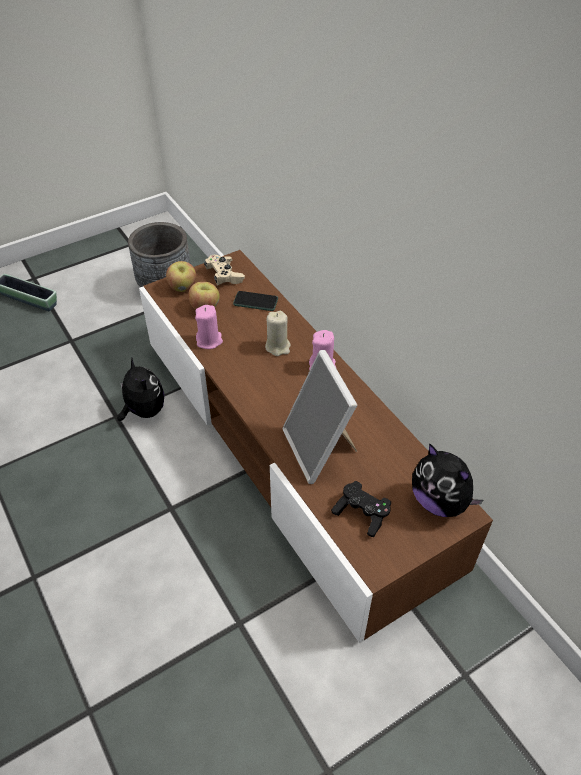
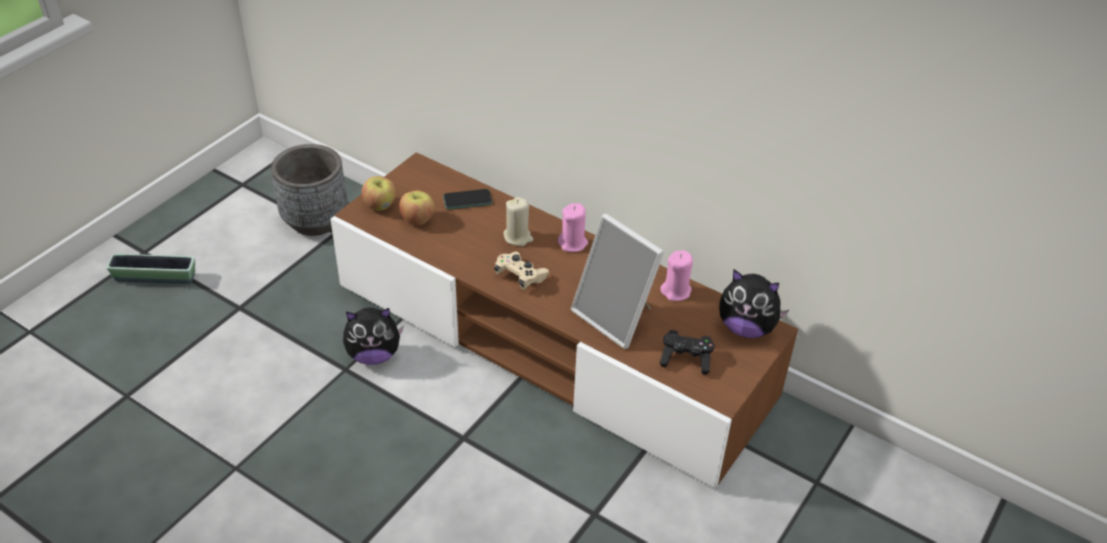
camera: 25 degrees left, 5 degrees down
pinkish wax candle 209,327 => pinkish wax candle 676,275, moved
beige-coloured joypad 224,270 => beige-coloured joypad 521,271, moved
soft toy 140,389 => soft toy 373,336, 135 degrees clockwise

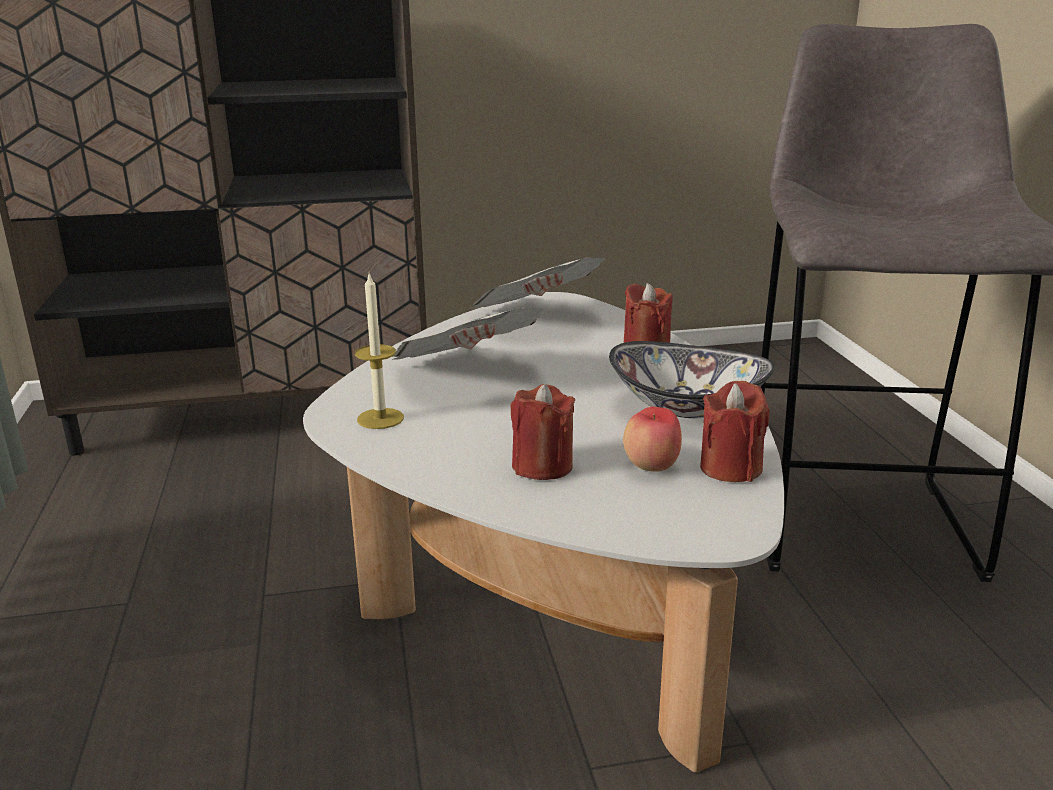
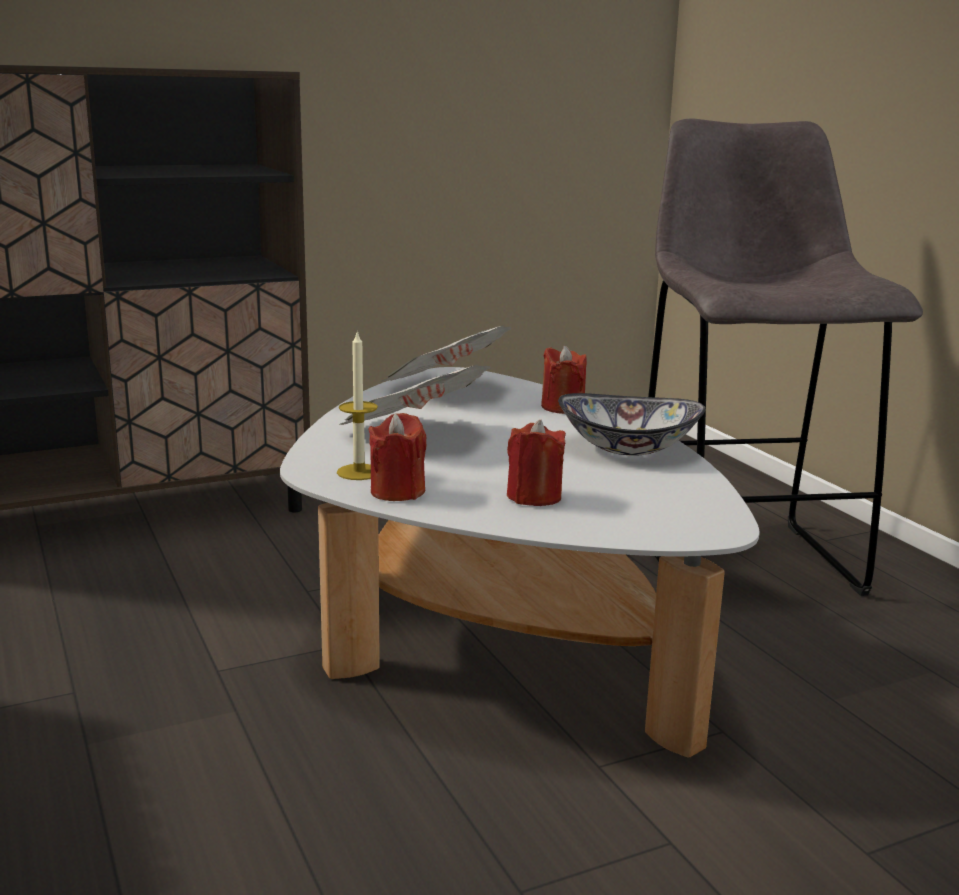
camera: 15 degrees left, 5 degrees down
whole apple 652,439 => nothing
red-coloured wax candle 735,431 => red-coloured wax candle 397,457, moved

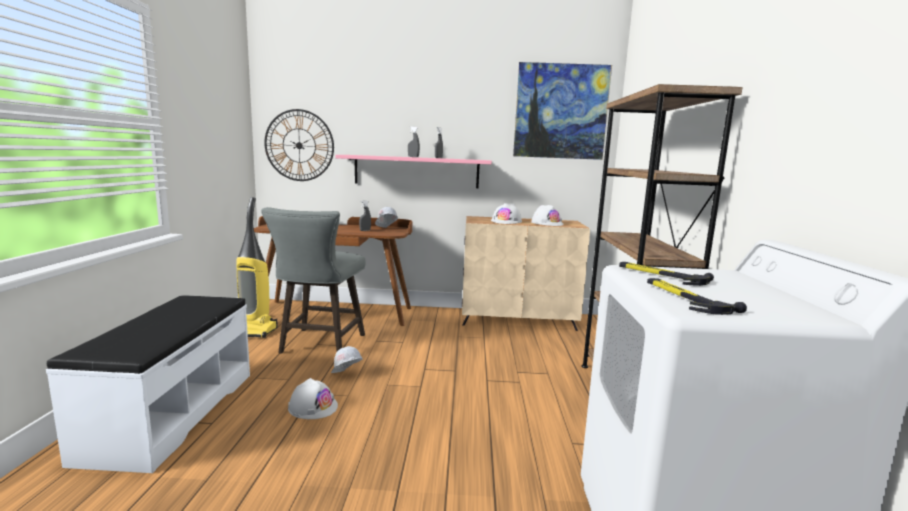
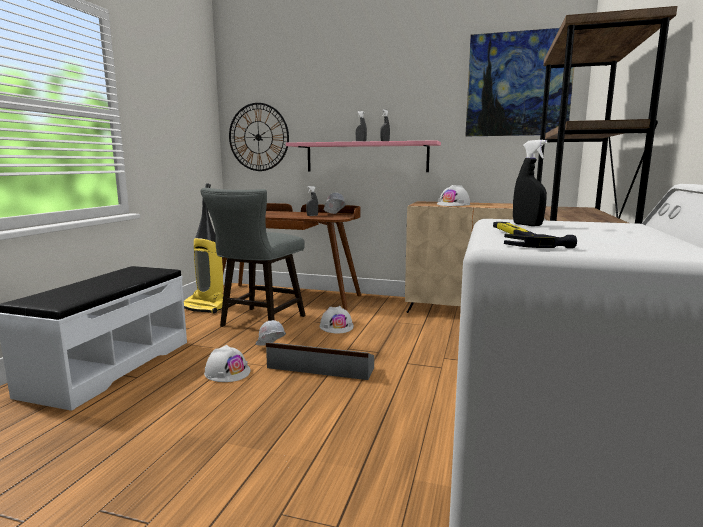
camera: 15 degrees right, 0 degrees up
nothing => grey storage container 320,361
whitish work helmet 547,215 => whitish work helmet 337,320, moved
hand hammer 666,274 => blackish hand sprayer 530,183

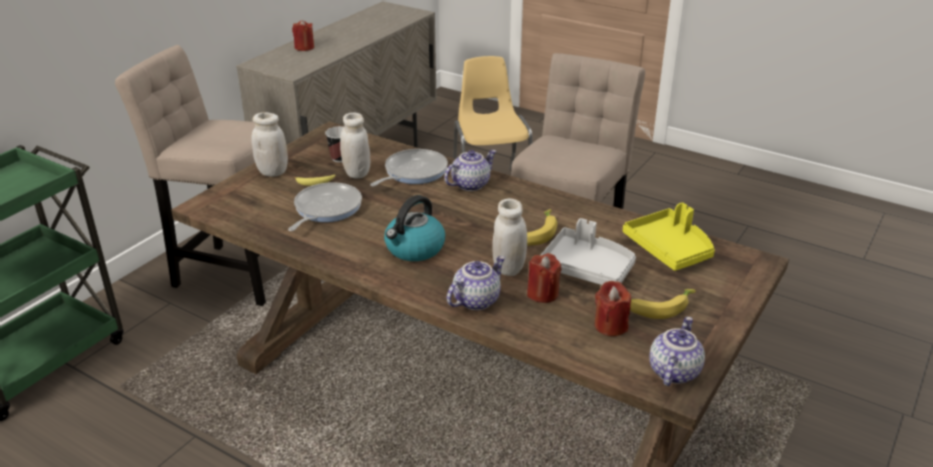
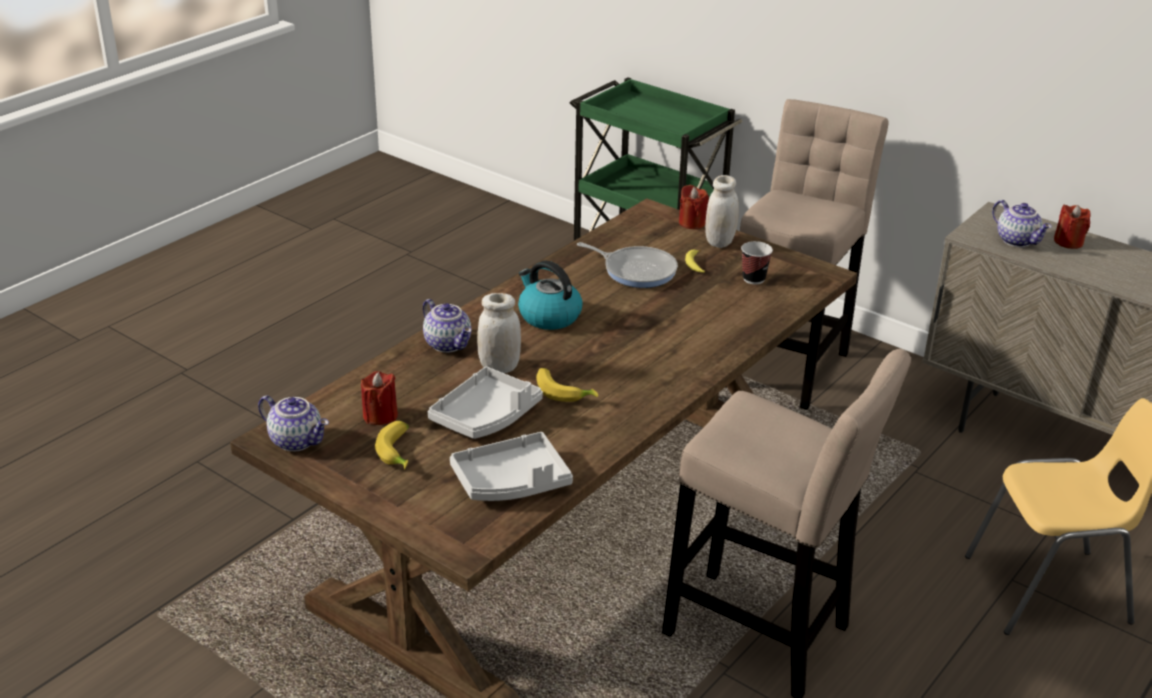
camera: 95 degrees right, 0 degrees up
whitish jar 355,146 => nothing
pan 409,167 => nothing
tea pot 470,170 => tea pot 1022,223, moved
red-coloured wax candle 544,278 => red-coloured wax candle 694,207, moved
yellow serving tray 669,237 => grey serving tray 511,466

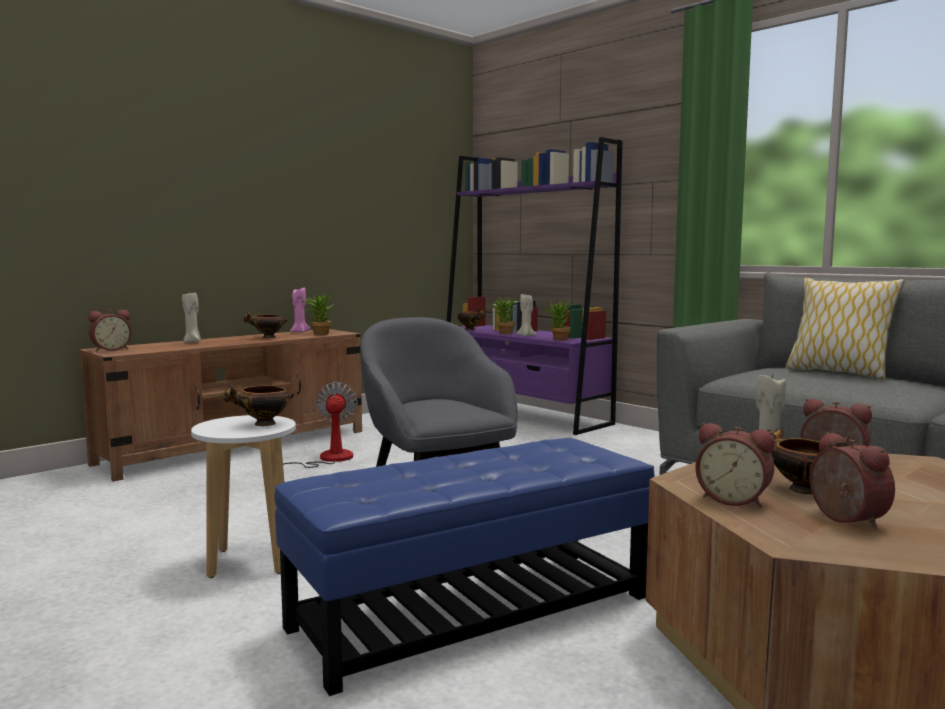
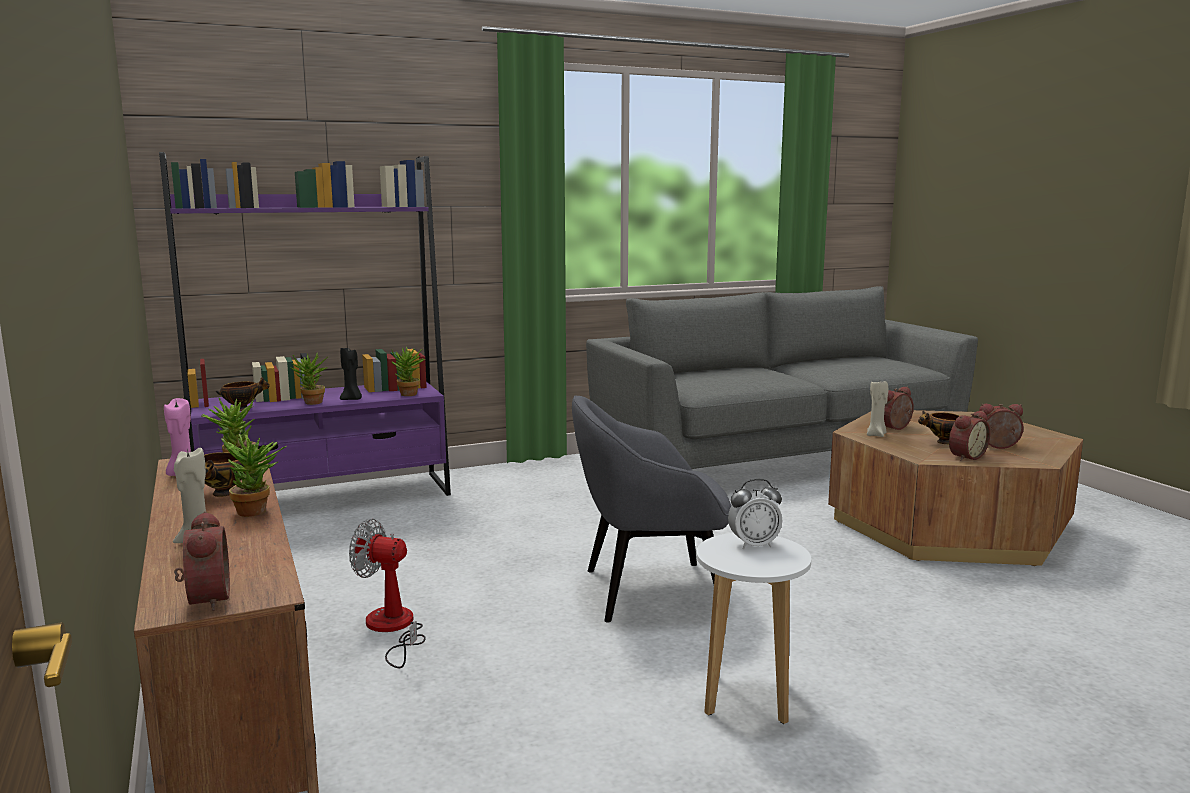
camera: 70 degrees left, 5 degrees up
bluish ottoman 464,567 => nothing
pillow 845,329 => nothing
nothing => houseplant 254,475
serving bowl 258,405 => table clock 755,514
beige-coloured wax candle 526,315 => blackish wax candle 351,373

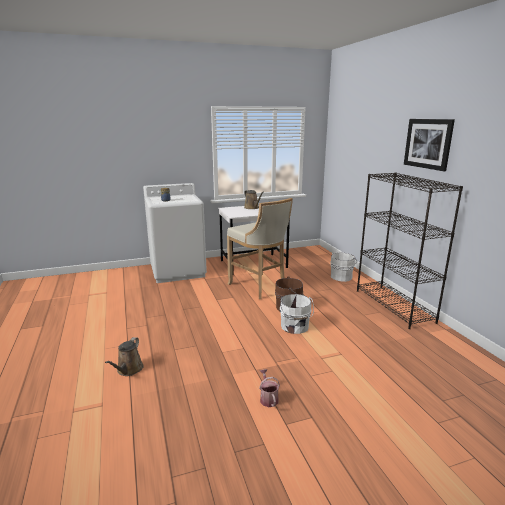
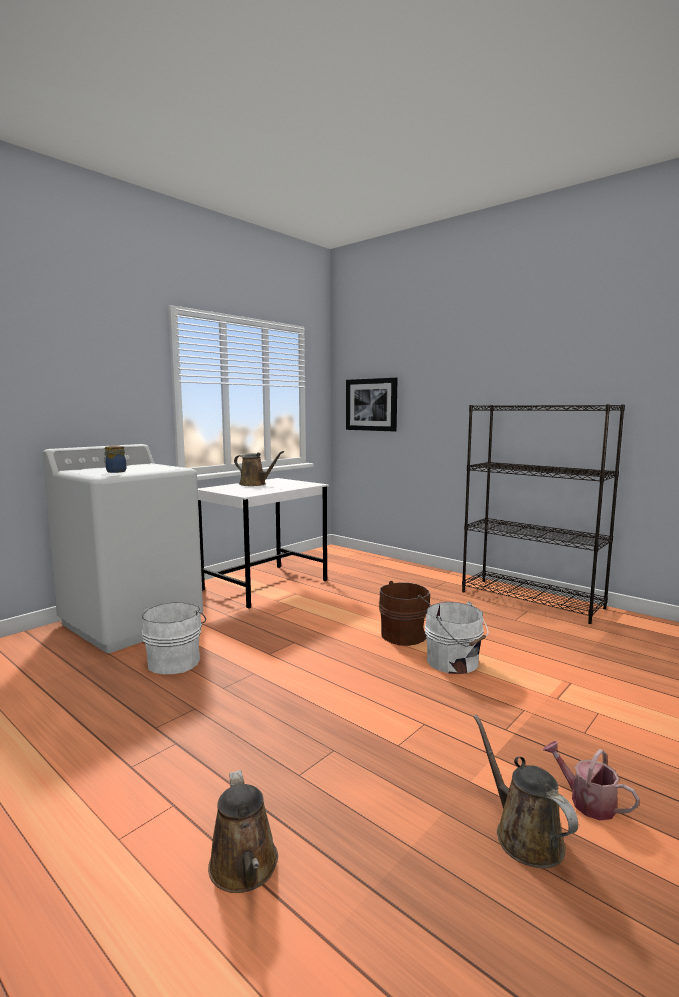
camera: 30 degrees left, 10 degrees down
beige-coloured stool seat 260,248 => nothing
nothing => brown-coloured sprinkling can 525,791
whitish water bucket 343,267 => whitish water bucket 174,638, moved
picture 429,145 => picture 371,404, moved

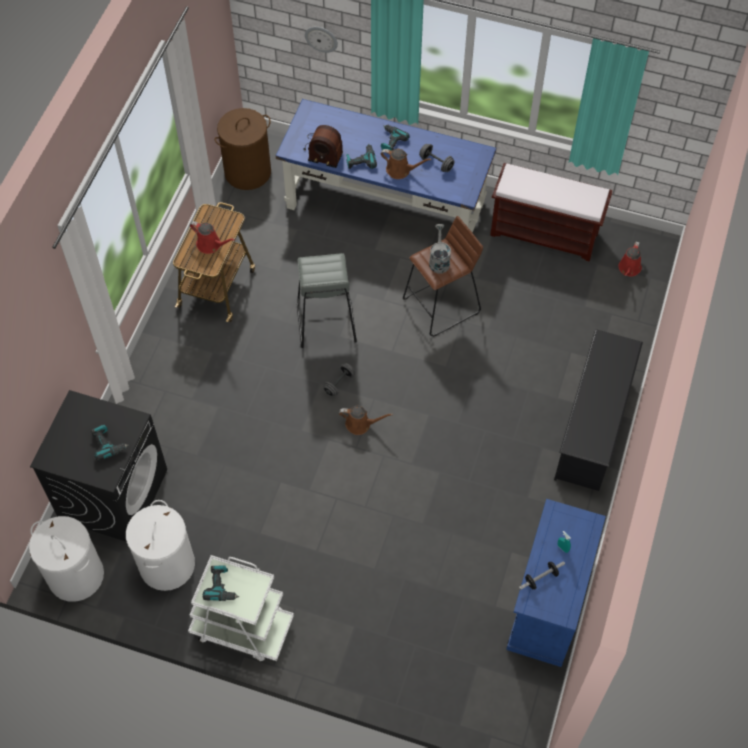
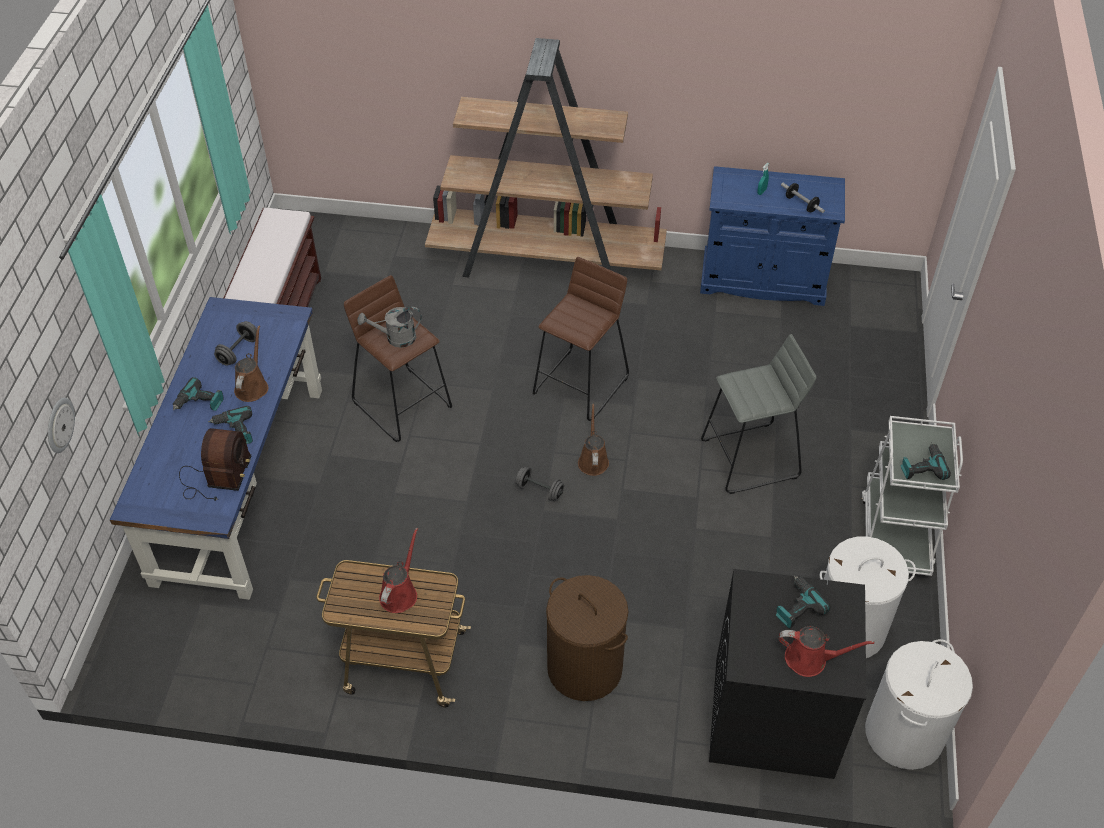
camera: 100 degrees left, 10 degrees down
nothing => brown-coloured stool seat 581,339
brown-coloured laundry basket 242,149 => brown-coloured laundry basket 587,638, moved
grey stool seat 327,300 => grey stool seat 758,414, moved
red-coloured sprinkling can 630,259 => red-coloured sprinkling can 826,651, moved
blackish shoe rack 598,410 => brown-coloured bookcase 546,157

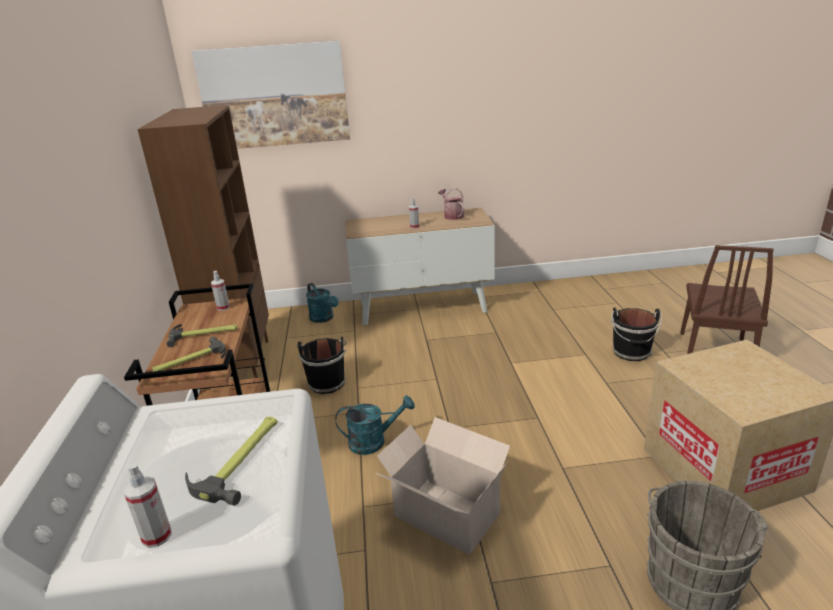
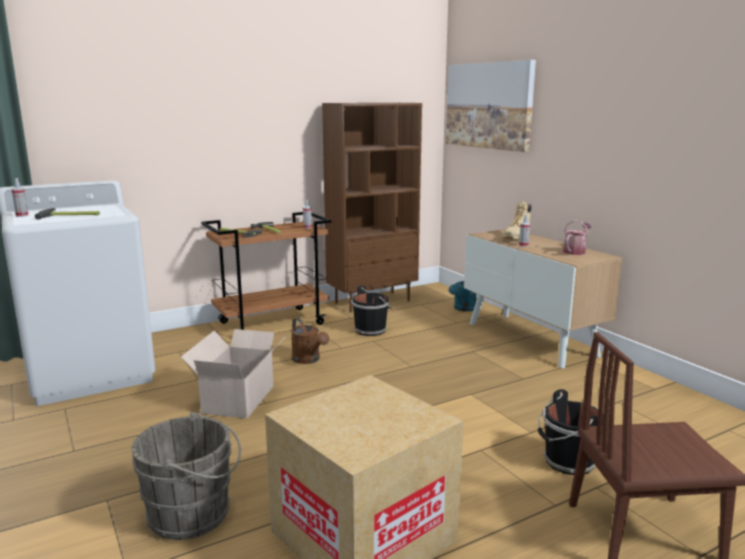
camera: 65 degrees right, 10 degrees down
nothing => beige-coloured high-top boot 516,220
turquoise sprinkling can 375,425 => brown-coloured sprinkling can 310,341

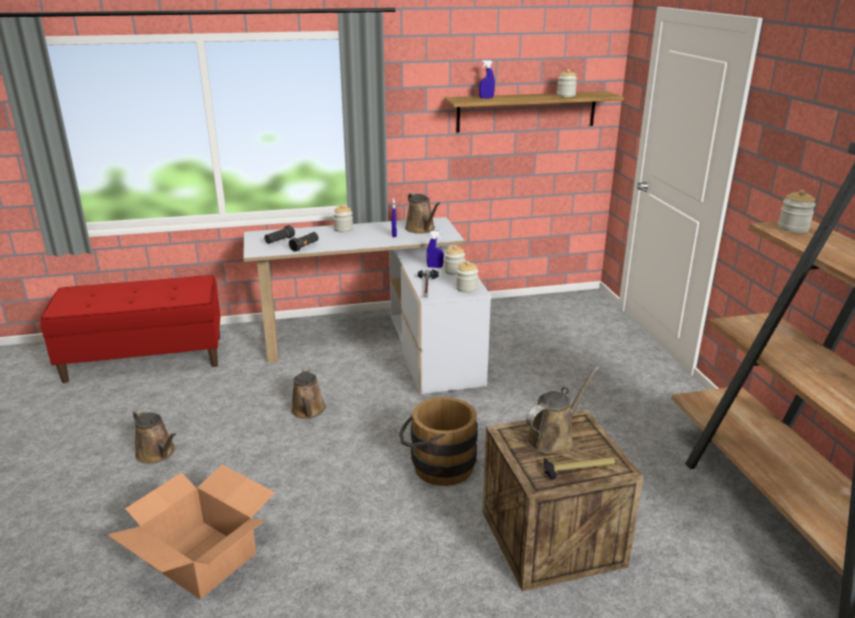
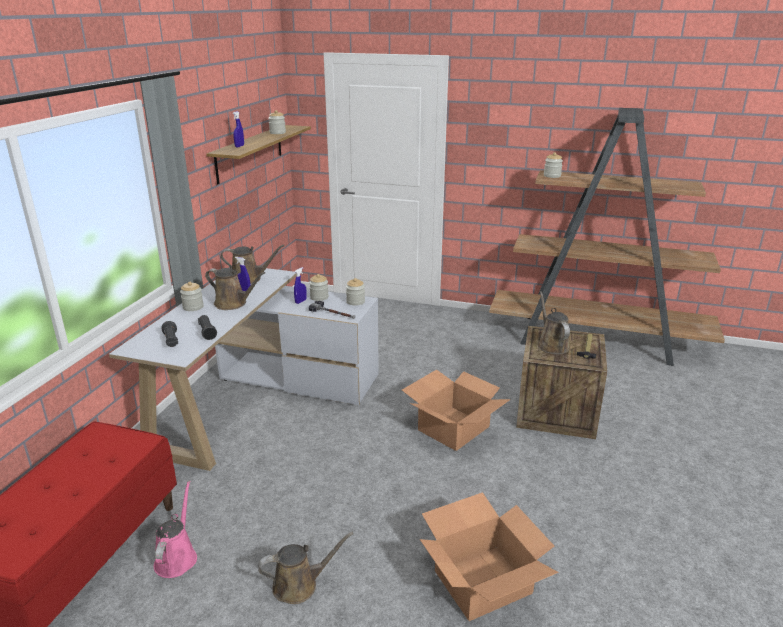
camera: 60 degrees left, 0 degrees up
nothing => pinkish sprinkling can 175,529
brown-coloured sprinkling can 308,393 => brown-coloured sprinkling can 235,289, moved
brown-coloured water bucket 438,441 => carton 456,410

